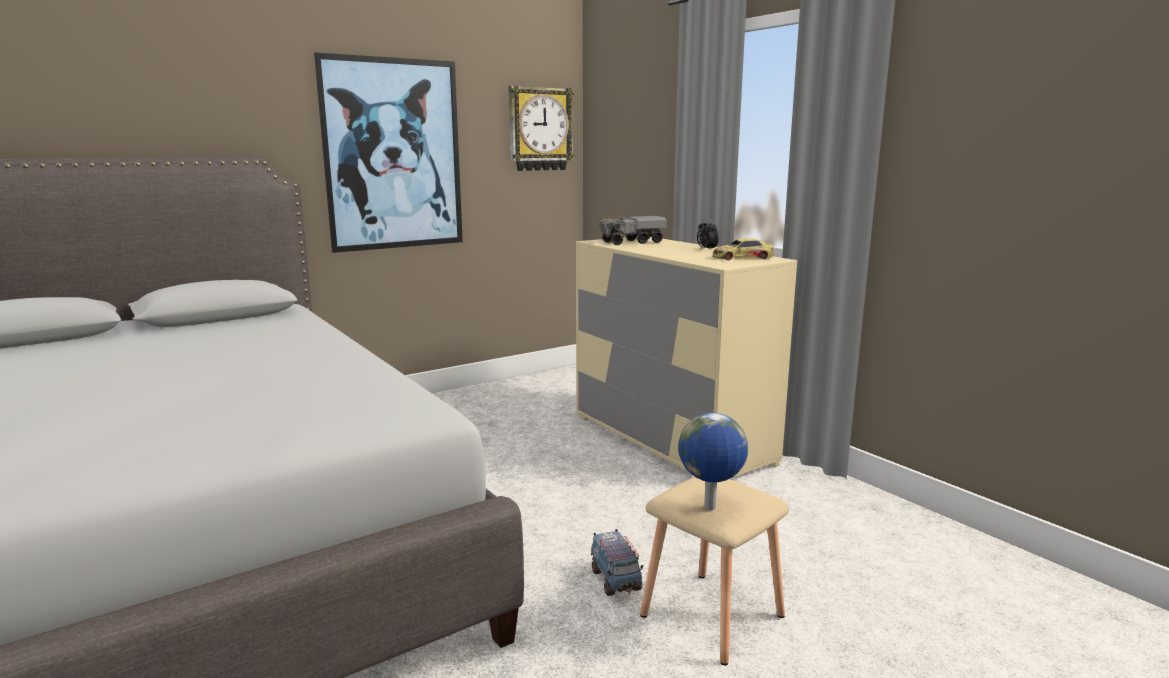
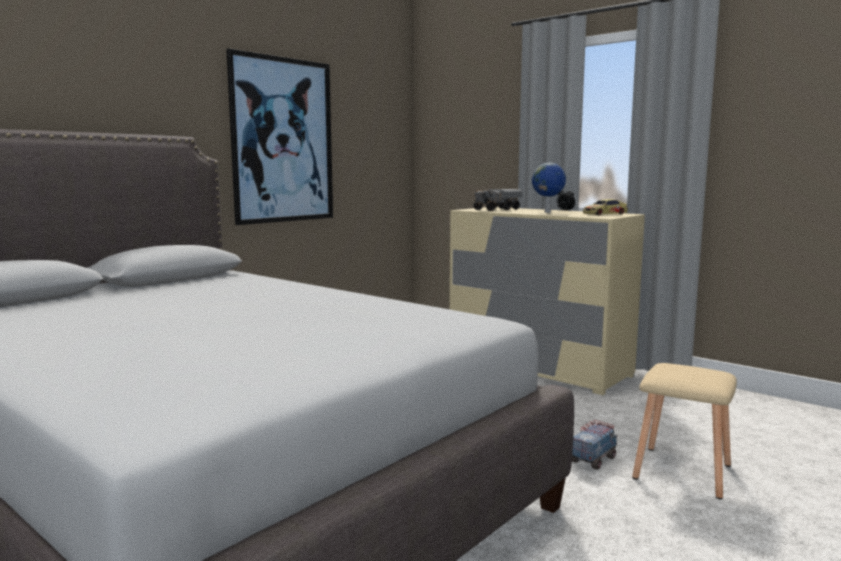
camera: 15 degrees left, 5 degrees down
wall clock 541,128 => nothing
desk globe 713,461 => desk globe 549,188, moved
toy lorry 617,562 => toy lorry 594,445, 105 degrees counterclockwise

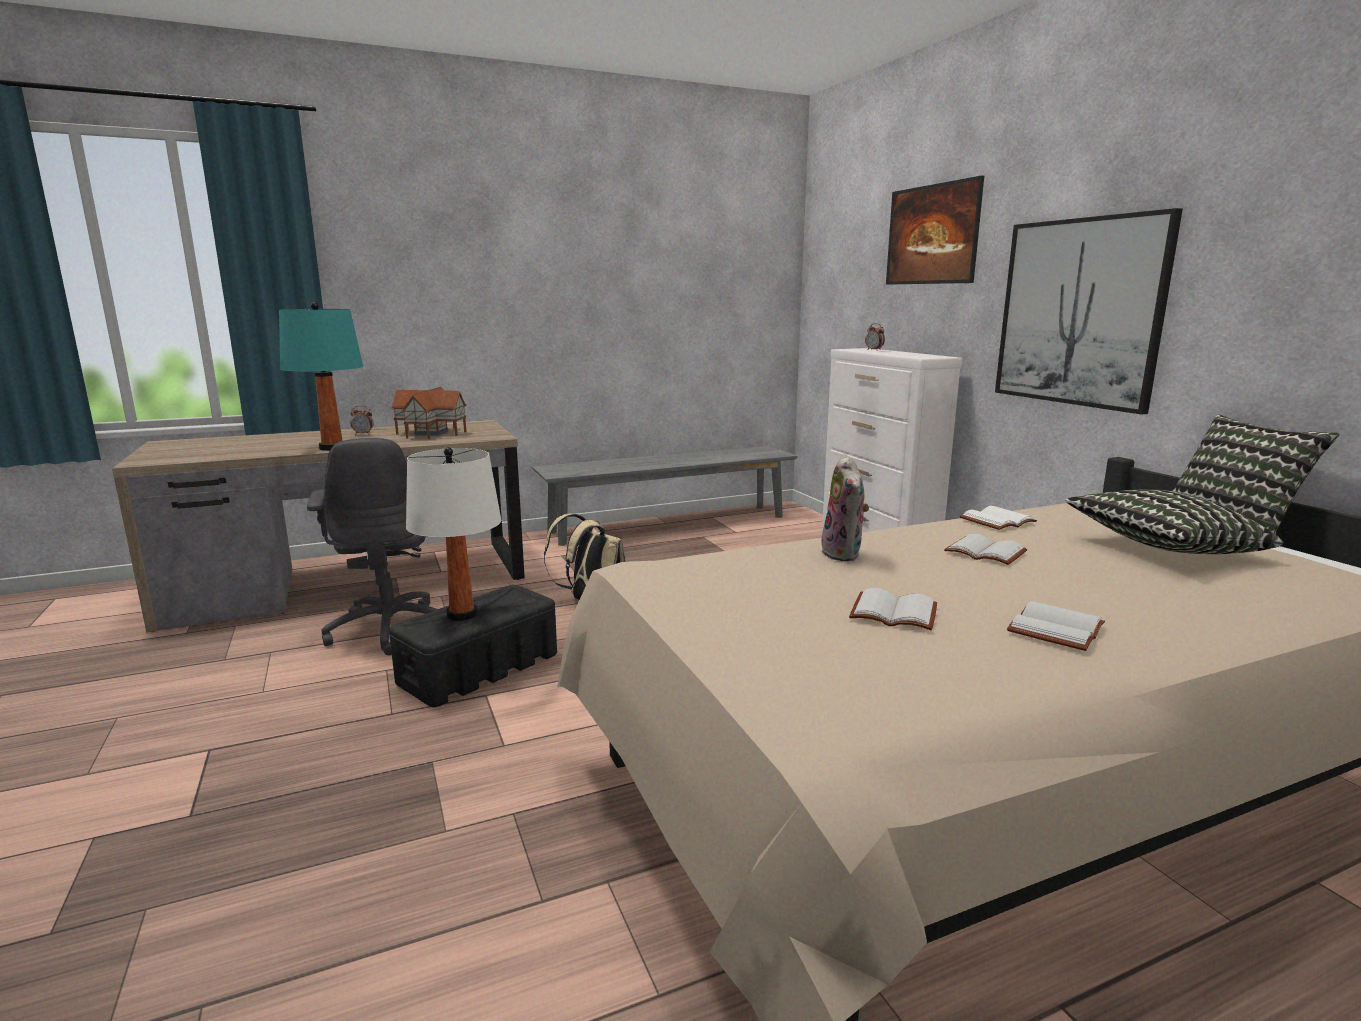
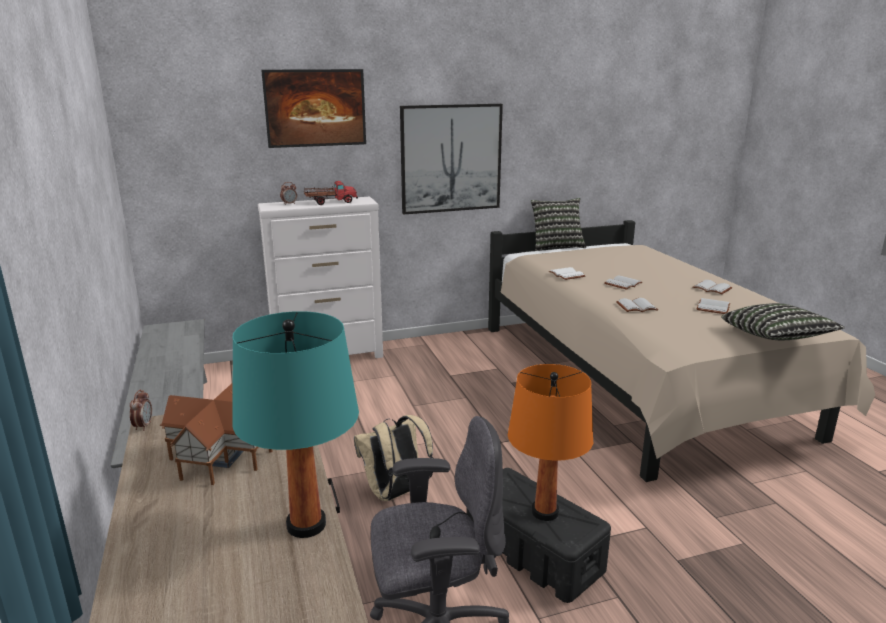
camera: 85 degrees left, 5 degrees up
nothing => toy lorry 331,193
table clock 362,420 => table clock 141,410, moved
pillow 1174,521 => pillow 783,321, moved
soft toy 845,508 => whitish book 637,305
whitish tabletop lamp 454,534 => orange-coloured tabletop lamp 550,442

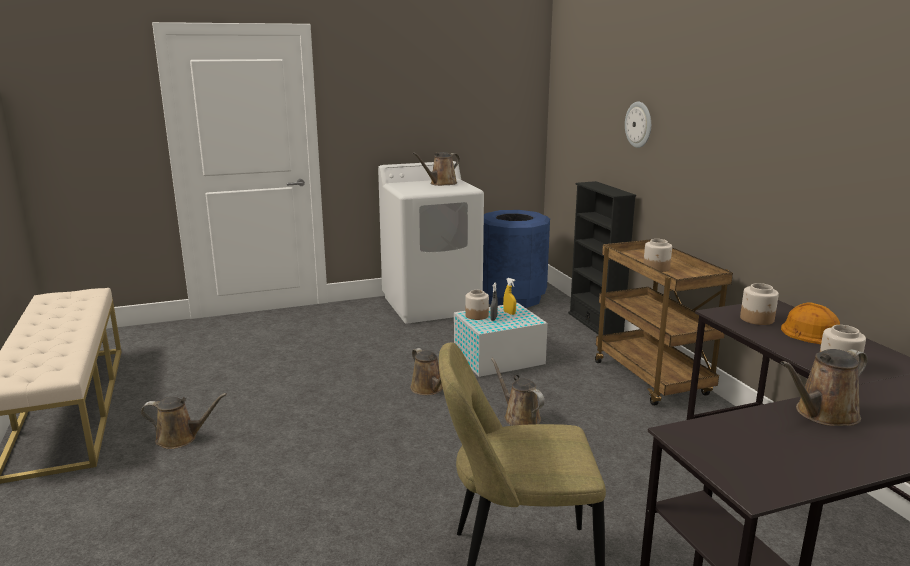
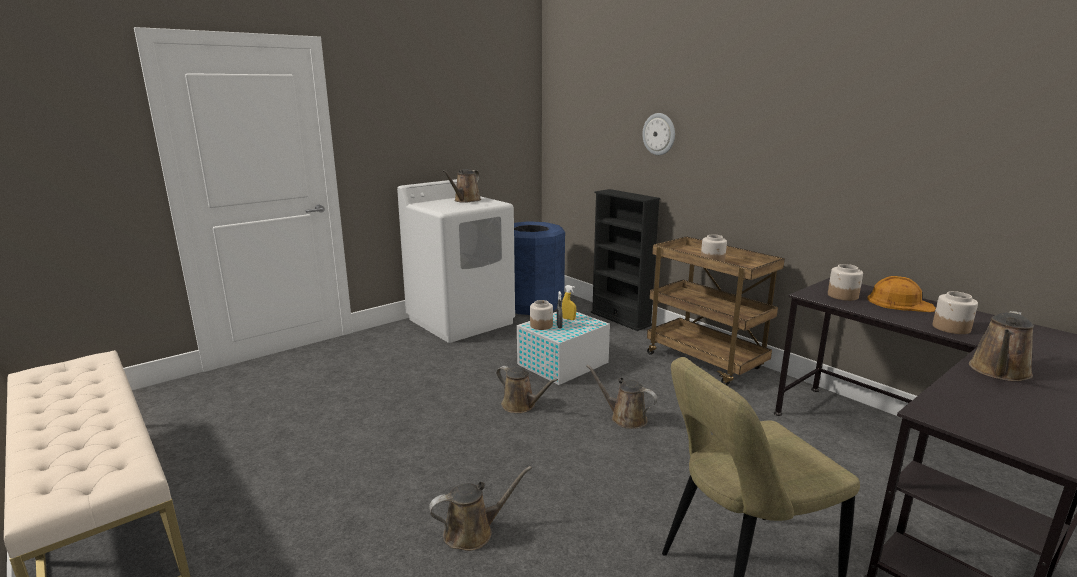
camera: 20 degrees left, 0 degrees up
brown-coloured sprinkling can 184,421 => brown-coloured sprinkling can 480,508, moved

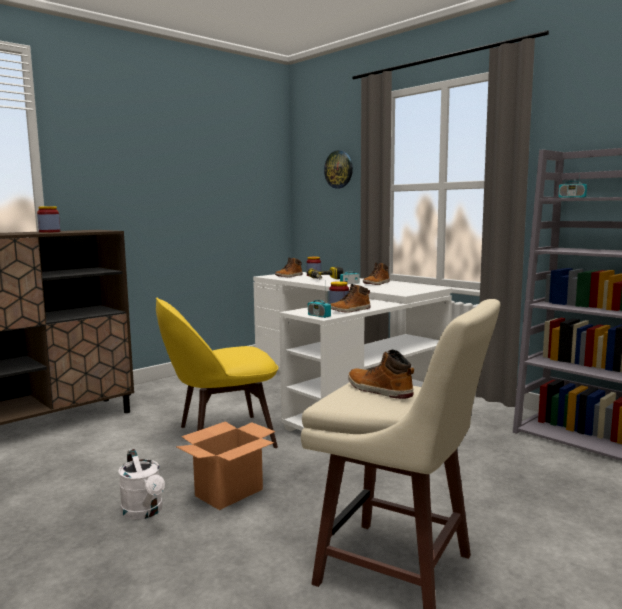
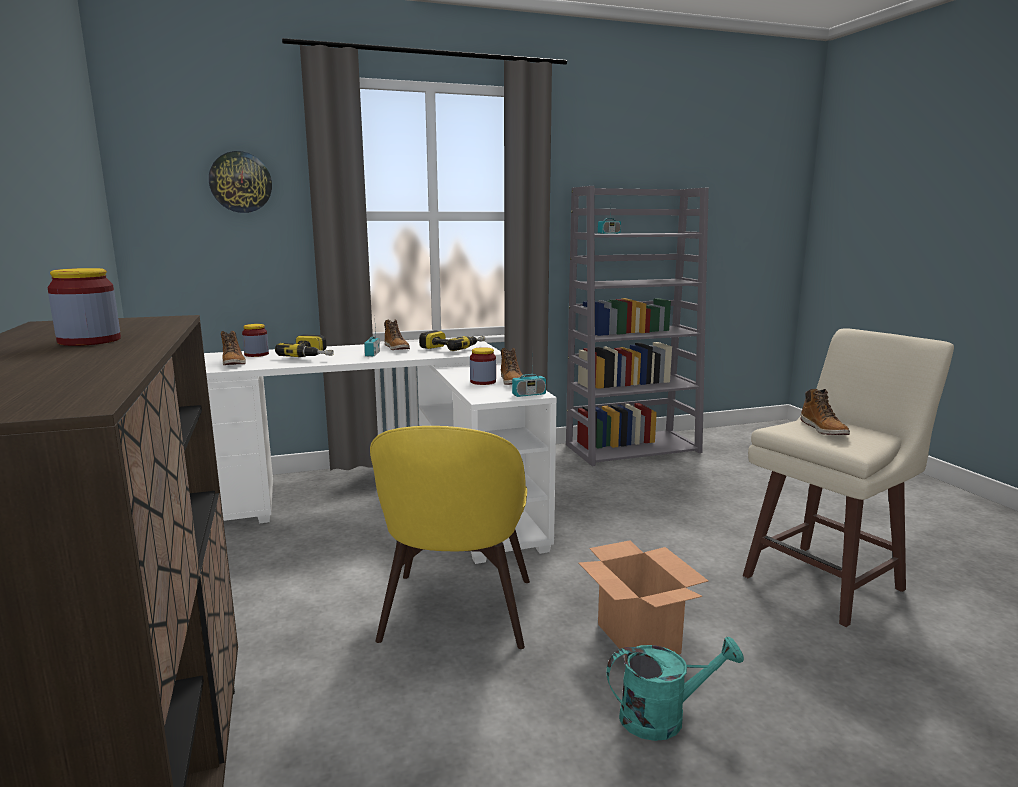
camera: 65 degrees left, 5 degrees up
nothing => power drill 452,340
whitish sprinkling can 141,484 => turquoise sprinkling can 675,689
high-top boot 381,374 => high-top boot 825,412, 75 degrees counterclockwise

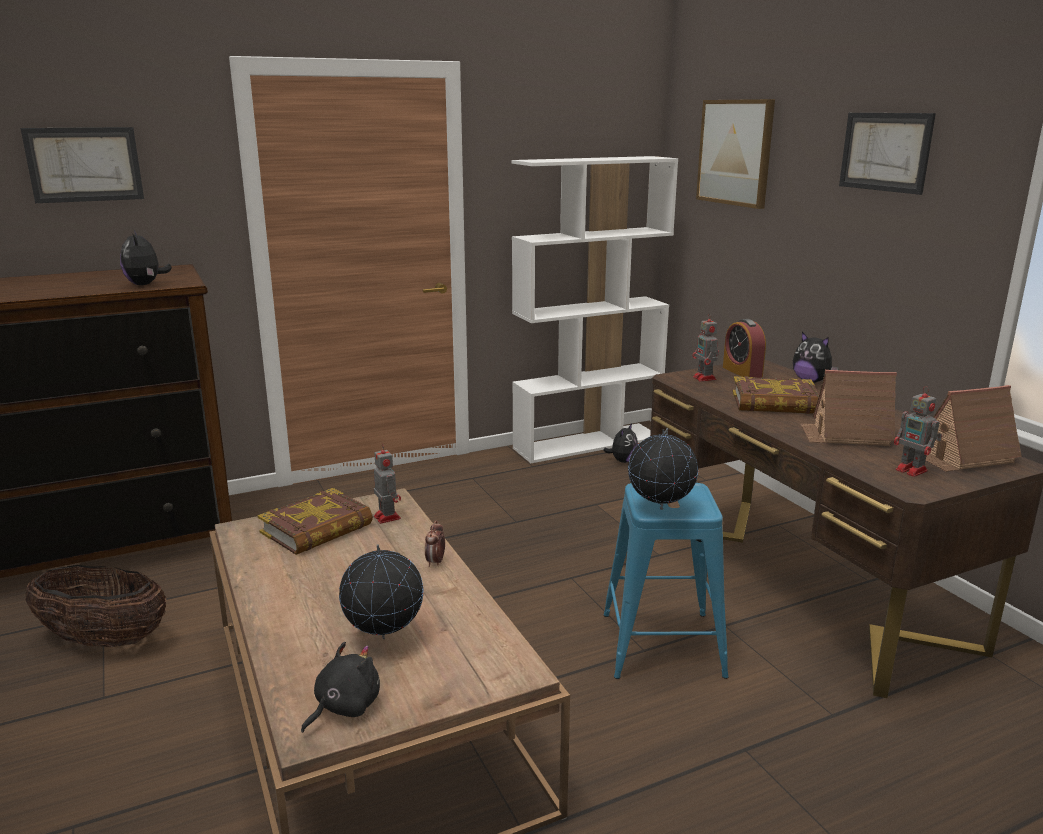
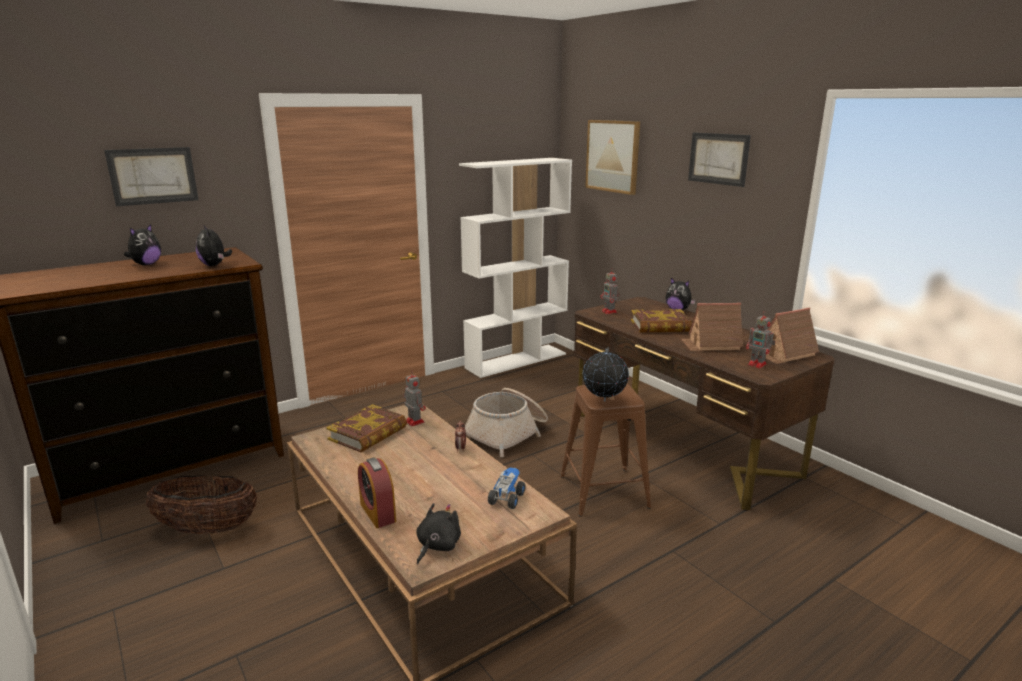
camera: 10 degrees left, 0 degrees up
desk globe 381,591 => nothing
nothing => storage basket 506,422
nothing => toy lorry 507,488
soft toy 620,443 => soft toy 142,244, moved
table clock 744,348 => table clock 377,493, moved
bluish stool seat 666,581 => brown-coloured stool seat 606,450

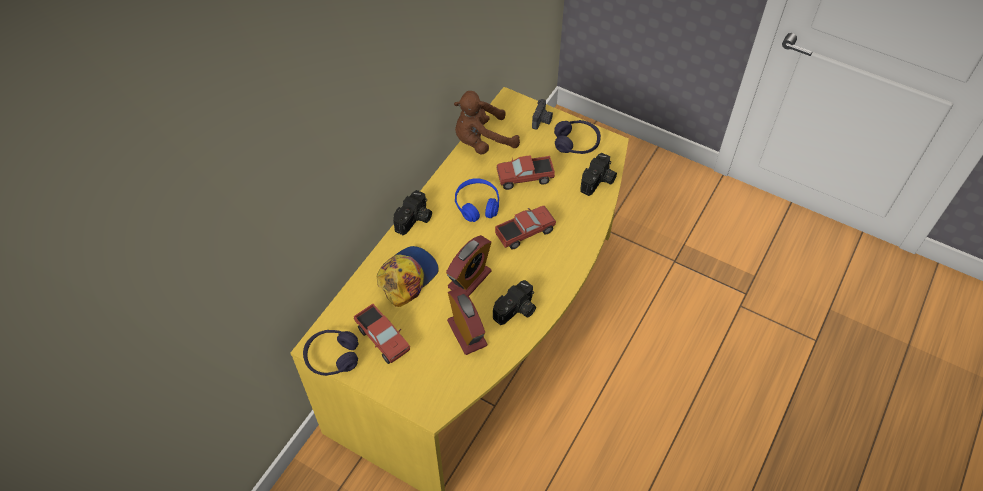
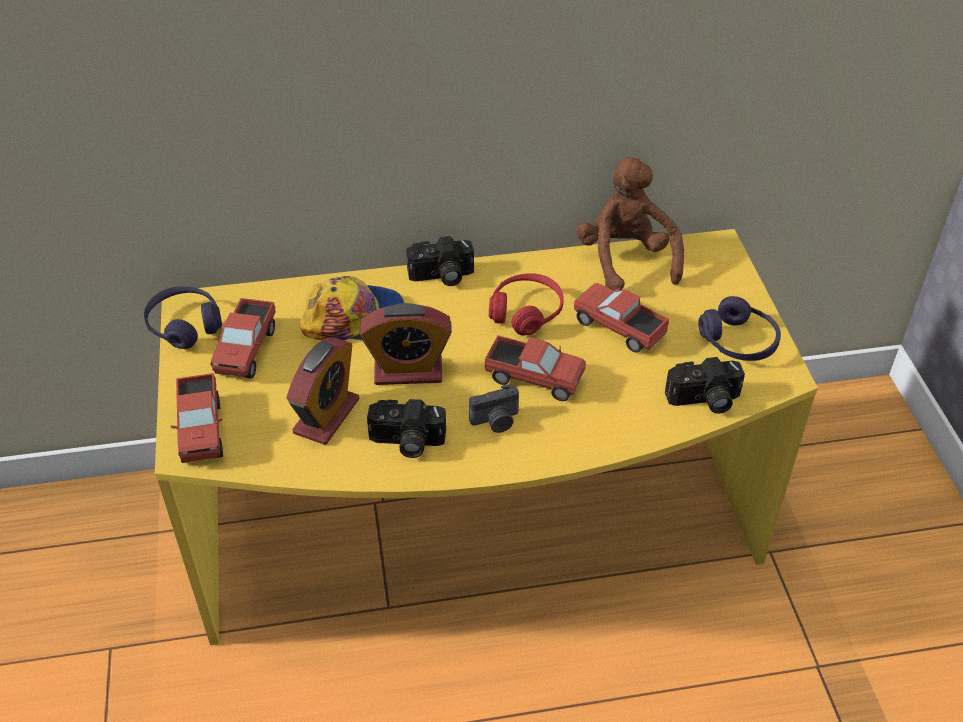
camera: 50 degrees right, 10 degrees down
nothing => toy lorry 197,418
still camera 542,114 => still camera 494,409, moved
bluish headset 477,200 => red-coloured headset 526,304
brown-coloured soft toy 487,122 => brown-coloured soft toy 630,224, 45 degrees clockwise

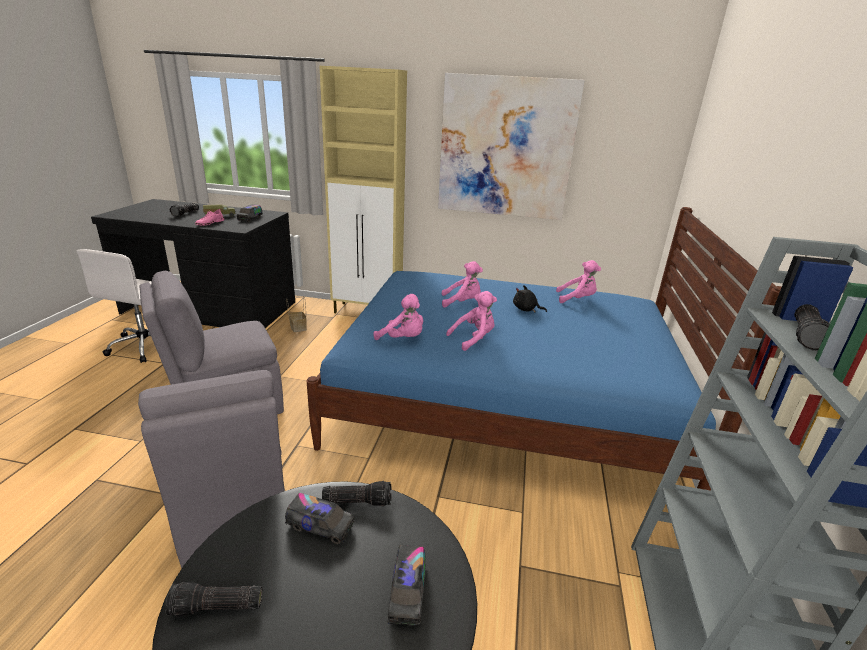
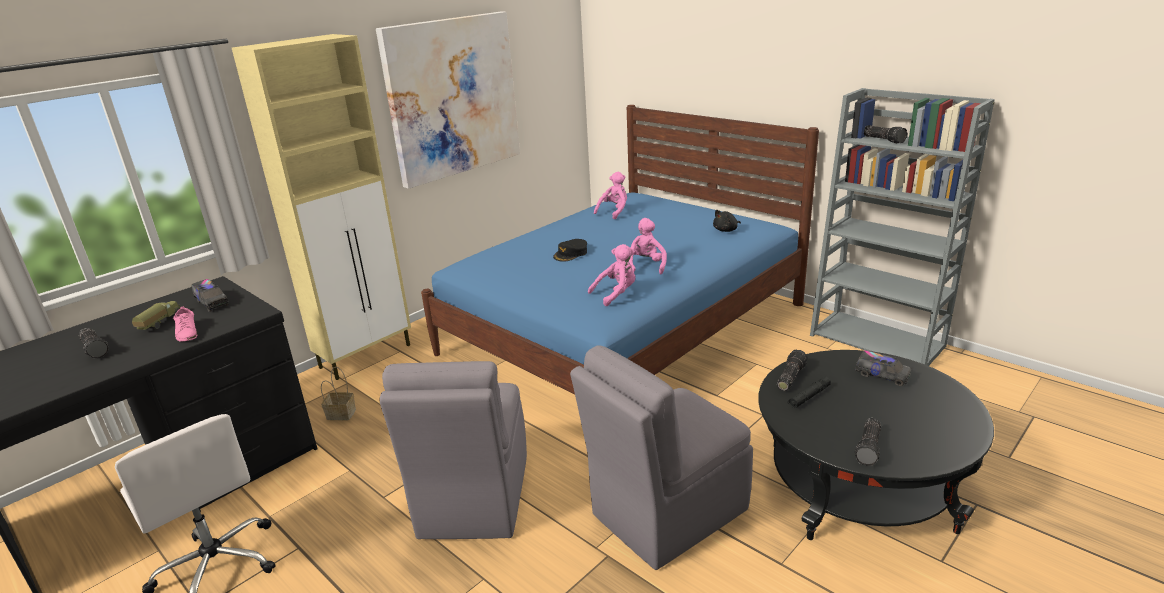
camera: 55 degrees left, 0 degrees up
blackish soft toy 530,298 => blackish soft toy 727,221, moved
toy lorry 319,518 => blackish hand torch 809,392
pinkish soft toy 462,284 => blackish cap 570,250
grey upright chair 211,469 => grey upright chair 661,457, 135 degrees clockwise

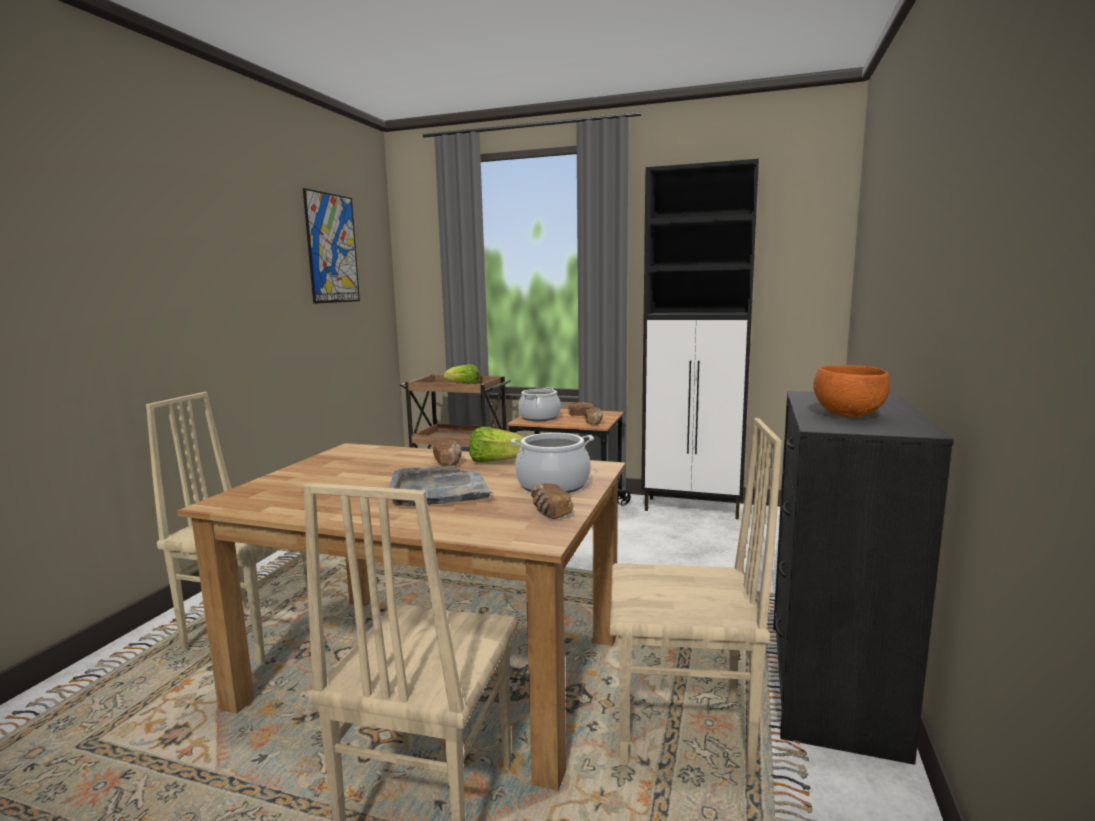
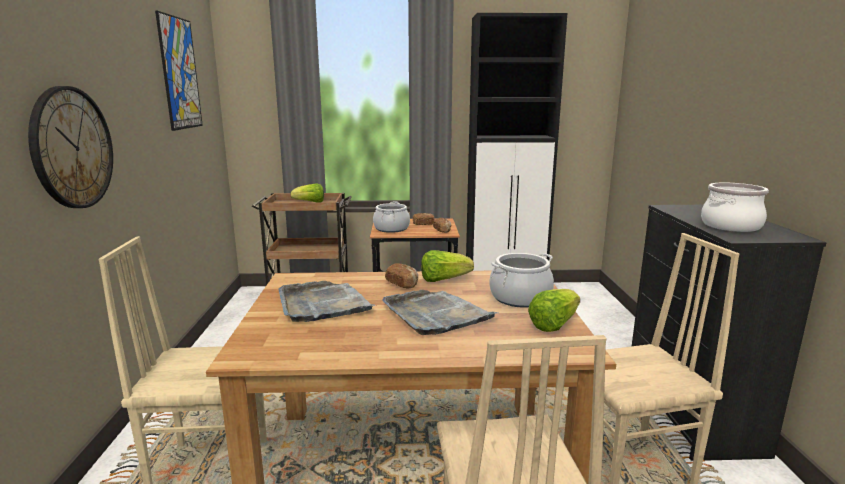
camera: 20 degrees left, 5 degrees up
nothing => wall clock 70,147
nothing => grey serving tray 327,301
bakery bread 552,501 => lettuce 554,310
orange-coloured serving bowl 851,391 => saucepot 735,207

